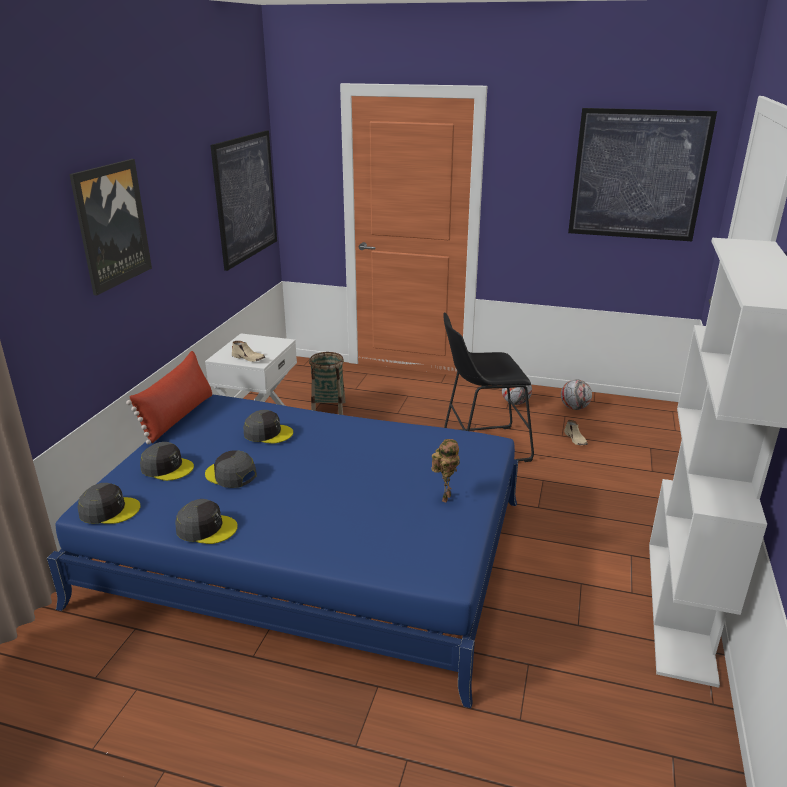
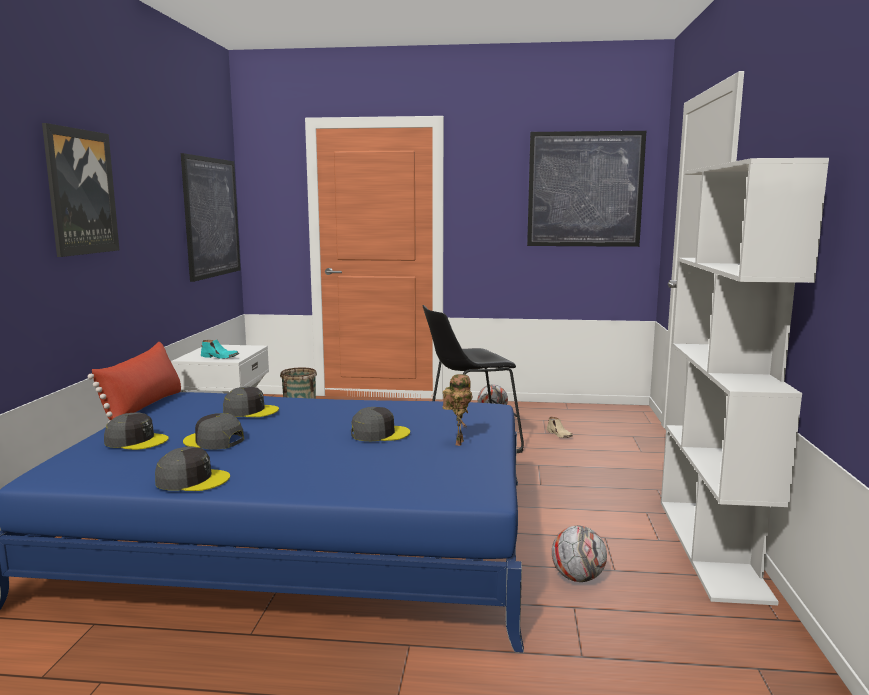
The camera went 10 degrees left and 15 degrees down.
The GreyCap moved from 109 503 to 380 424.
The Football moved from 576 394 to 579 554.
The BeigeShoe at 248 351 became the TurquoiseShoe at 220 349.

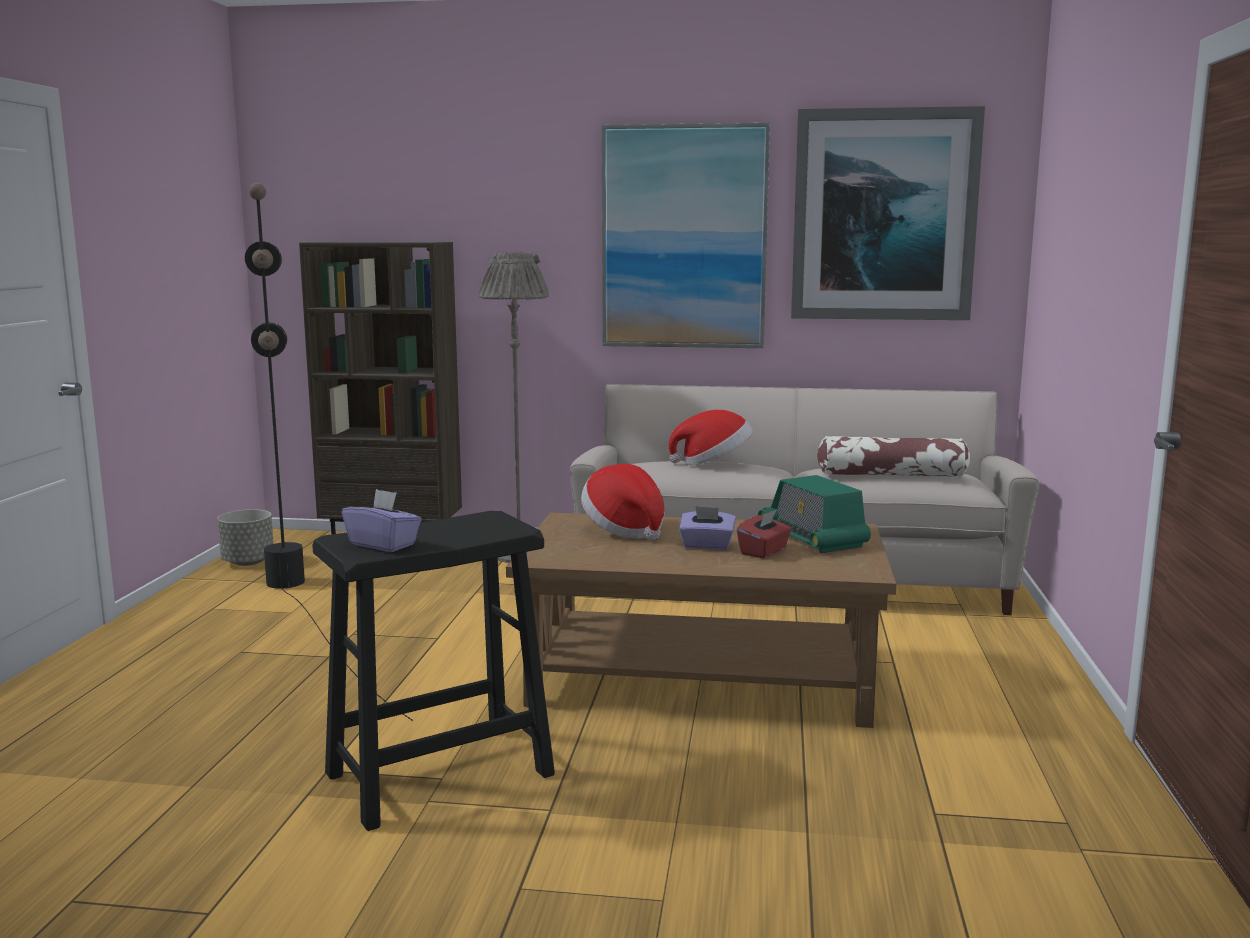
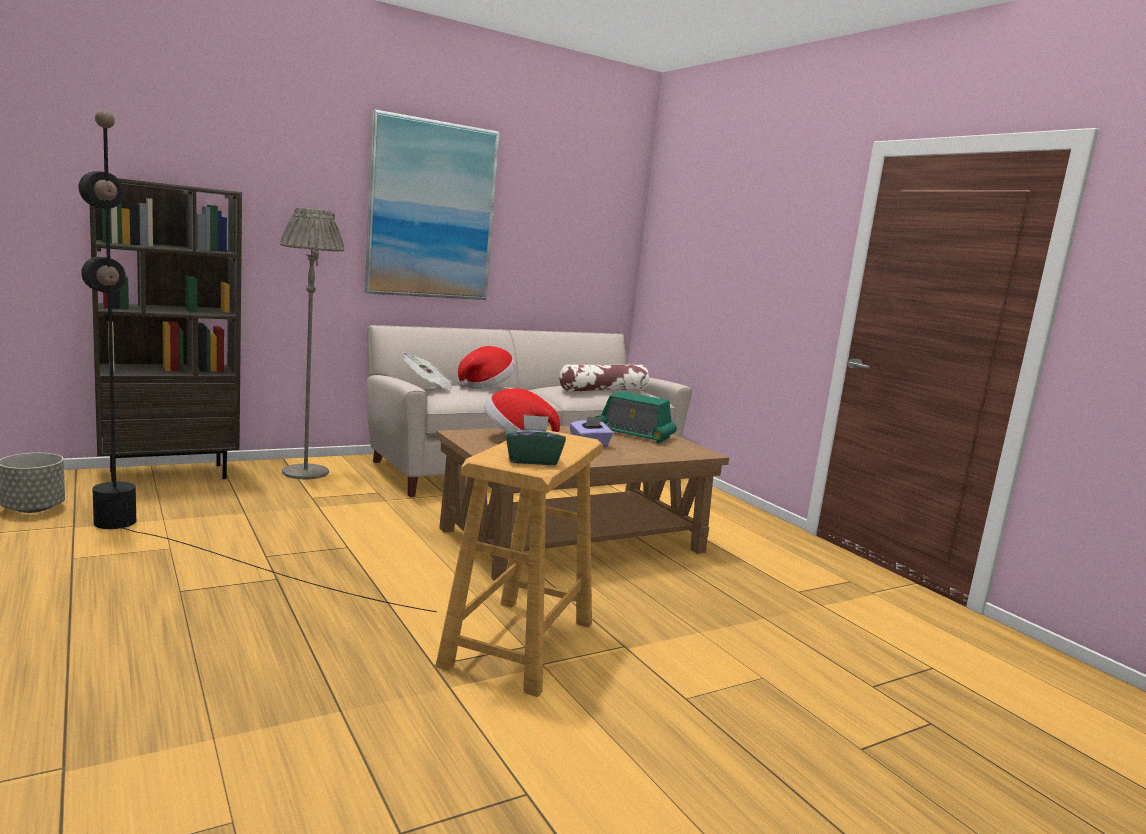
The camera went 40 degrees left and 0 degrees up.
The RedTissueBox at 764 534 disappeared.
The Picture at 888 213 disappeared.
The Newspaper at 427 371 appeared.
The BlackStool at 433 671 became the BeigeStool at 519 563.
The PurpleTissueBox at 382 520 became the GreenTissueBox at 535 440.

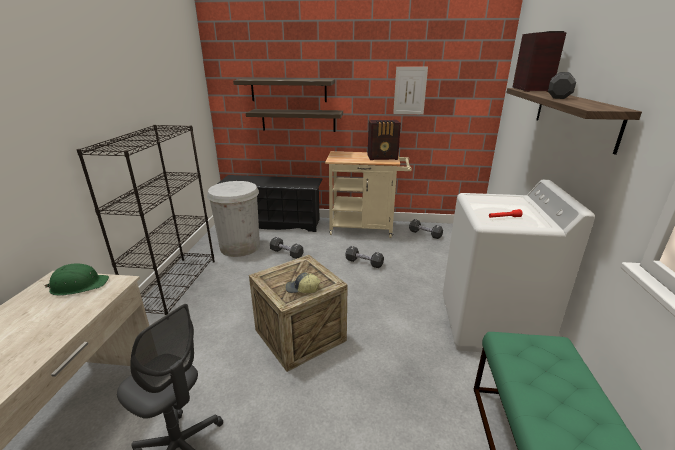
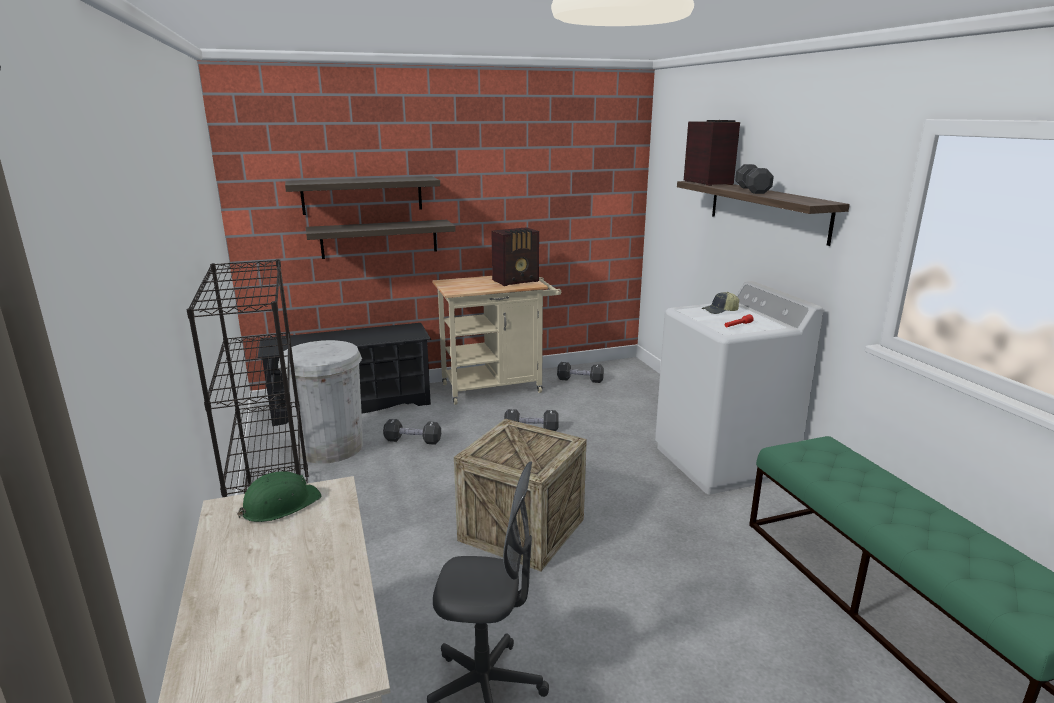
The camera went 25 degrees left and 5 degrees down.
The Picture at 410 90 disappeared.
The Cap moved from 302 282 to 720 303.

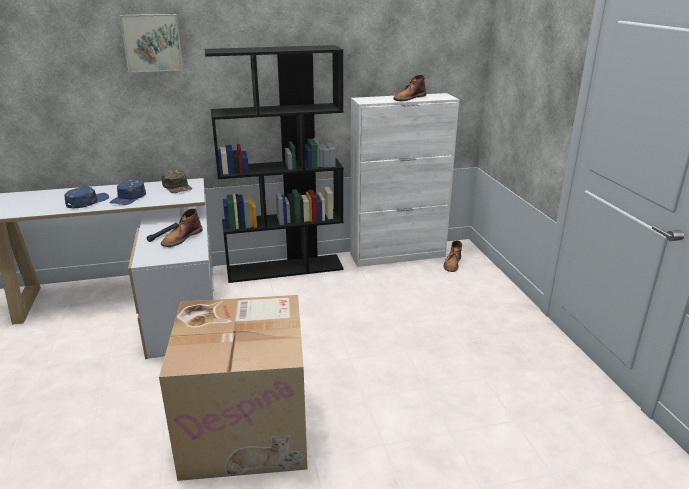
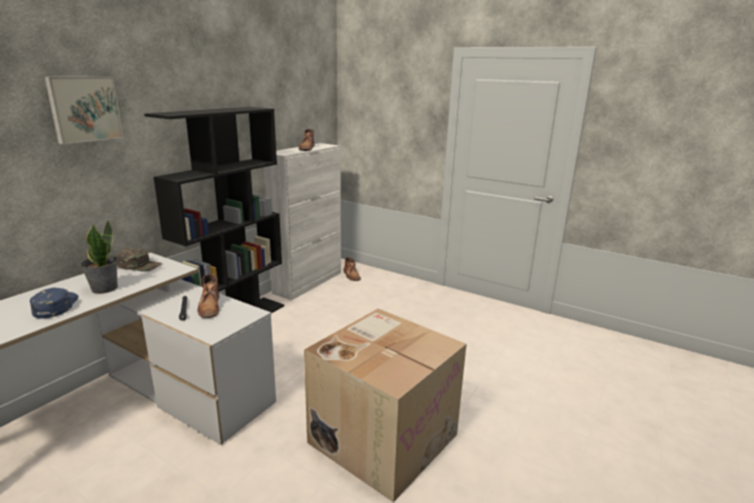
The camera went 45 degrees left and 5 degrees down.
The BlueCap at 127 192 was replaced by the PottedPlant at 99 257.

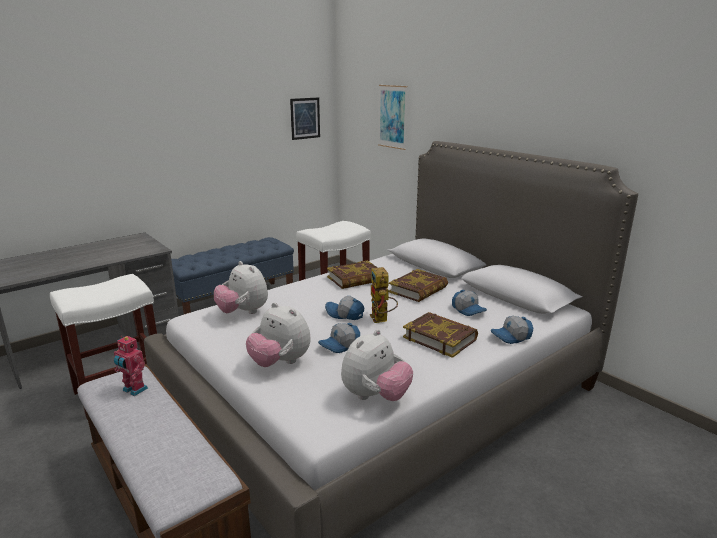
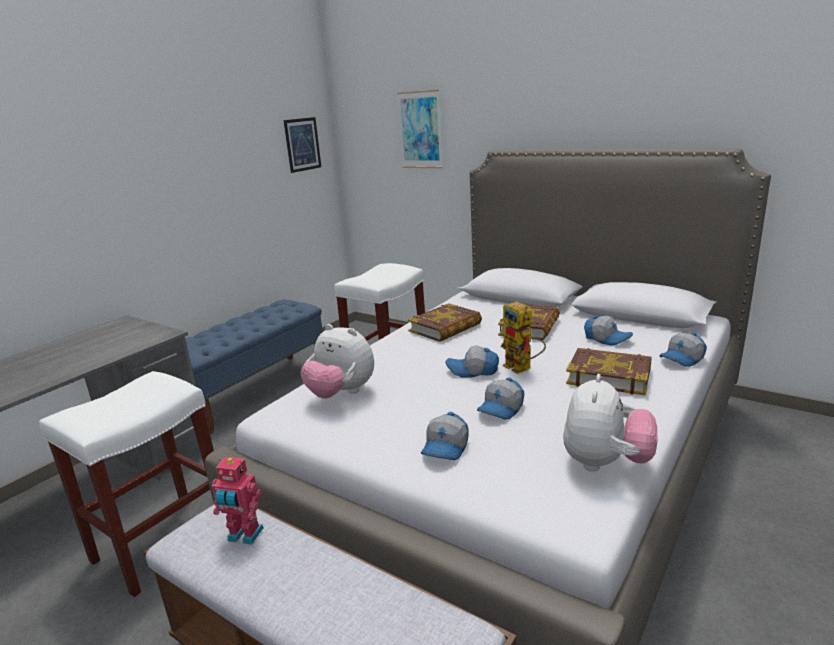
The camera went 15 degrees left and 0 degrees up.
The PlushToy at 278 334 was replaced by the Cap at 444 436.

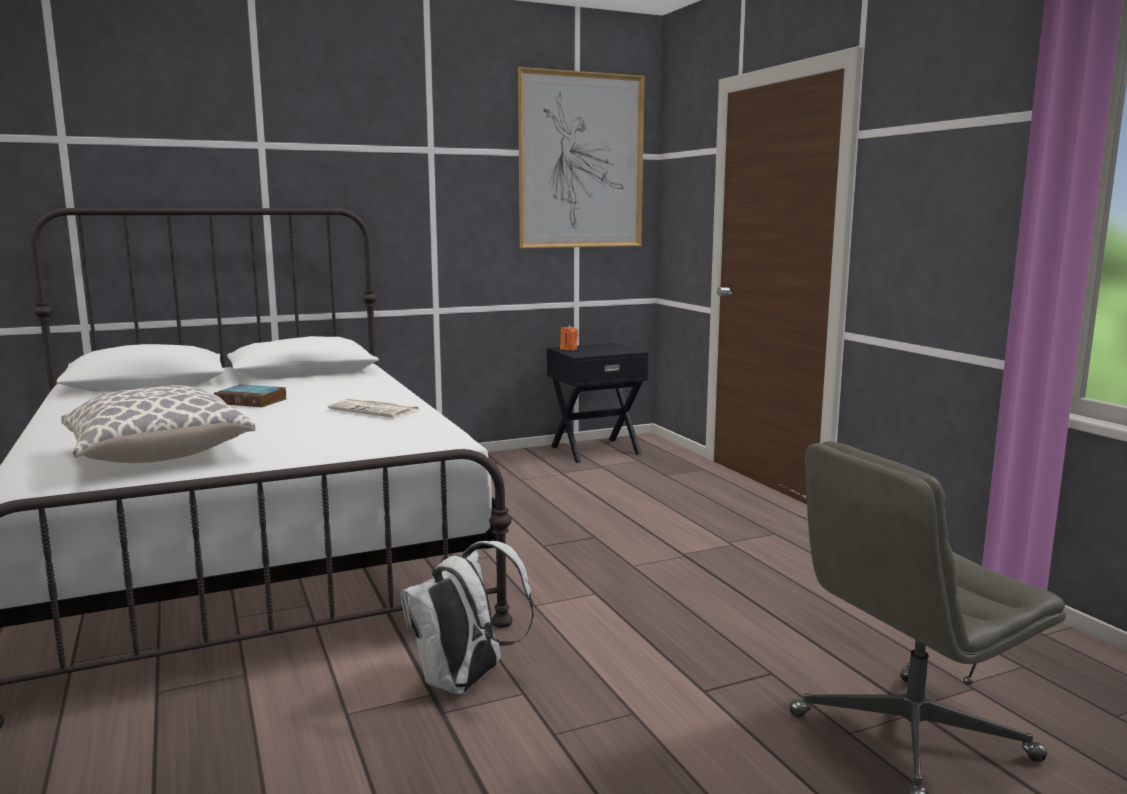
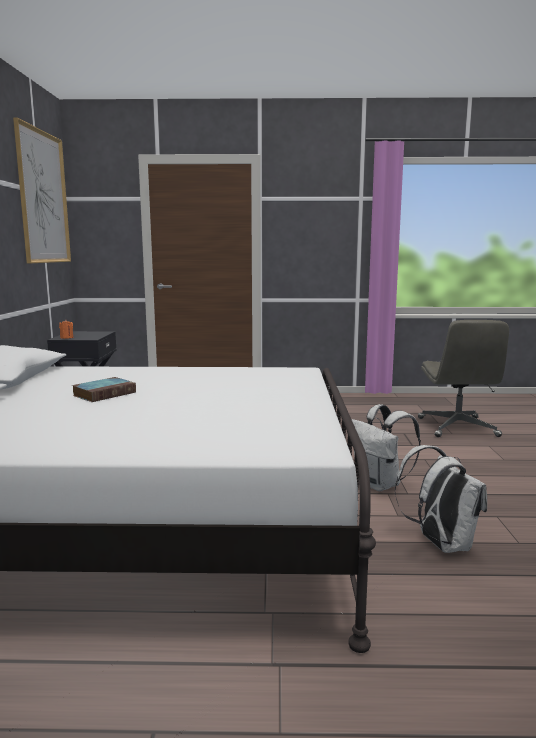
The camera went 65 degrees left and 0 degrees up.
The Pillow at 158 424 disappeared.
The Newspaper at 373 408 disappeared.
The WhiteBackpack at 441 499 appeared.

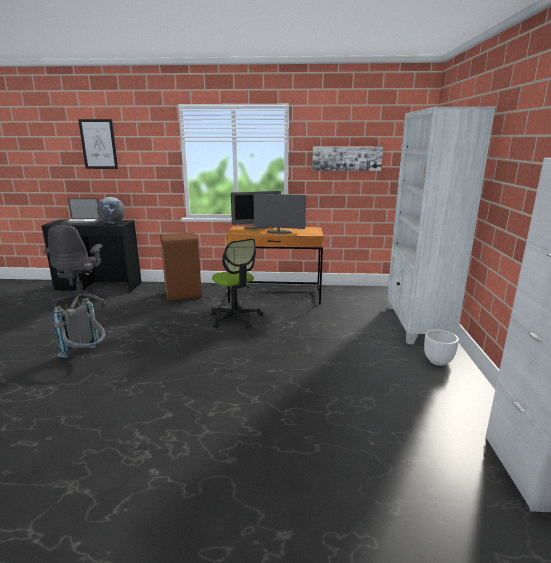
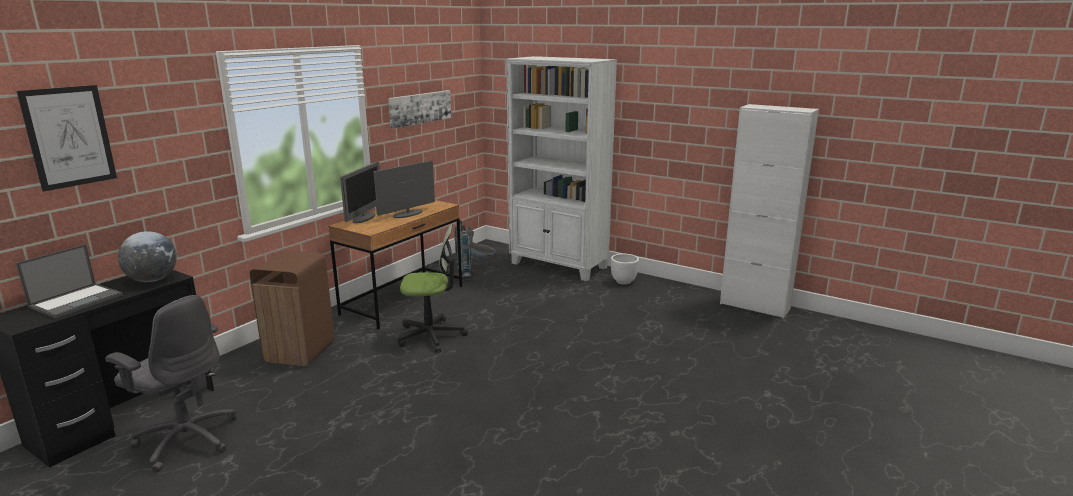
The camera went 60 degrees left and 0 degrees up.
The GreyBackpack moved from 78 326 to 475 248.

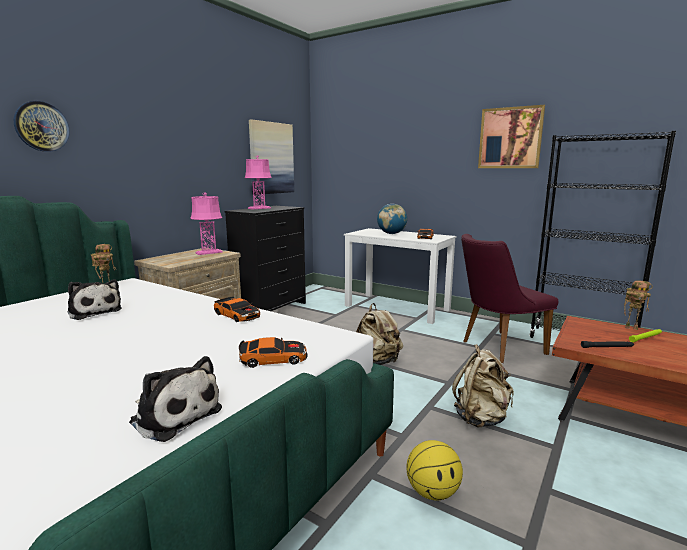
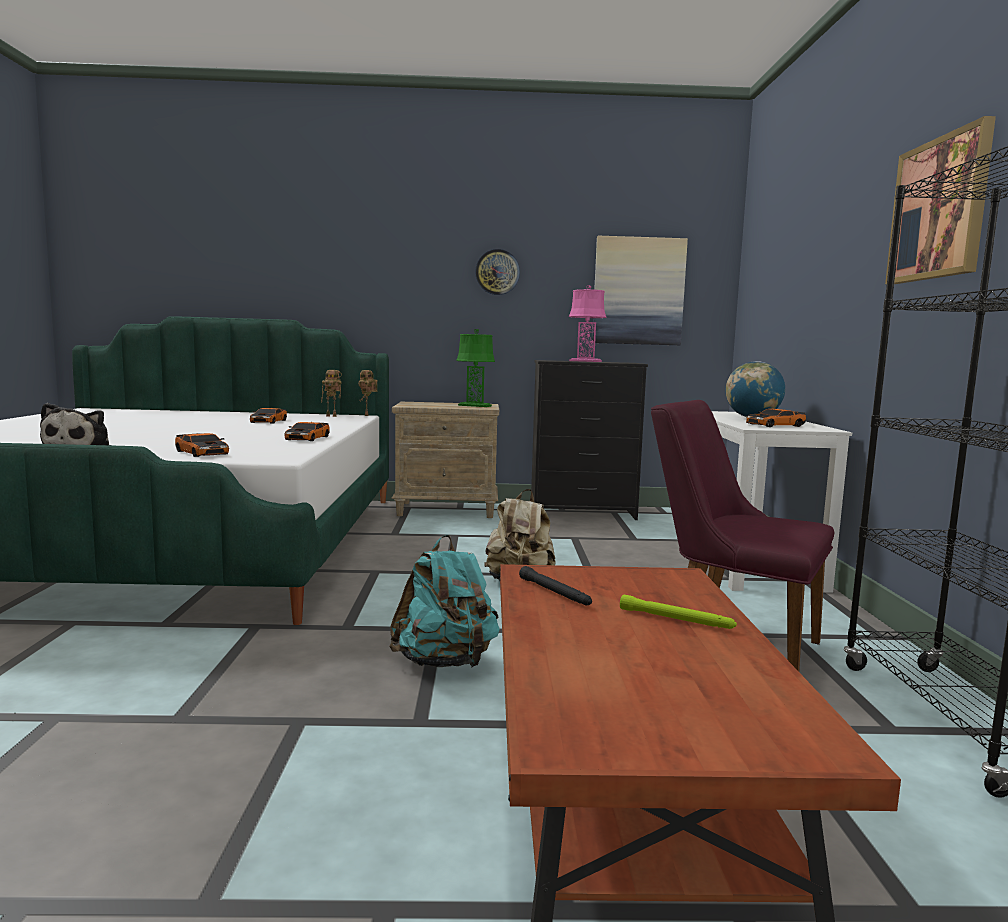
The camera went 55 degrees right and 5 degrees down.
The Basketball at 434 470 disappeared.
The WallClock moved from 41 126 to 497 272.
The ToyRobot moved from 638 305 to 368 393.
The PlushToy at 95 299 was replaced by the ToyCar at 268 416.
The PinkTableLamp at 206 223 became the GreenTableLamp at 475 368.
The BeigeBackpack at 483 386 became the TurquoiseBackpack at 444 601.

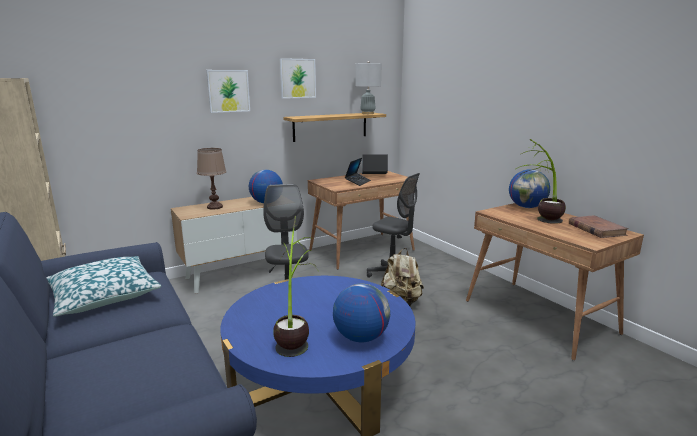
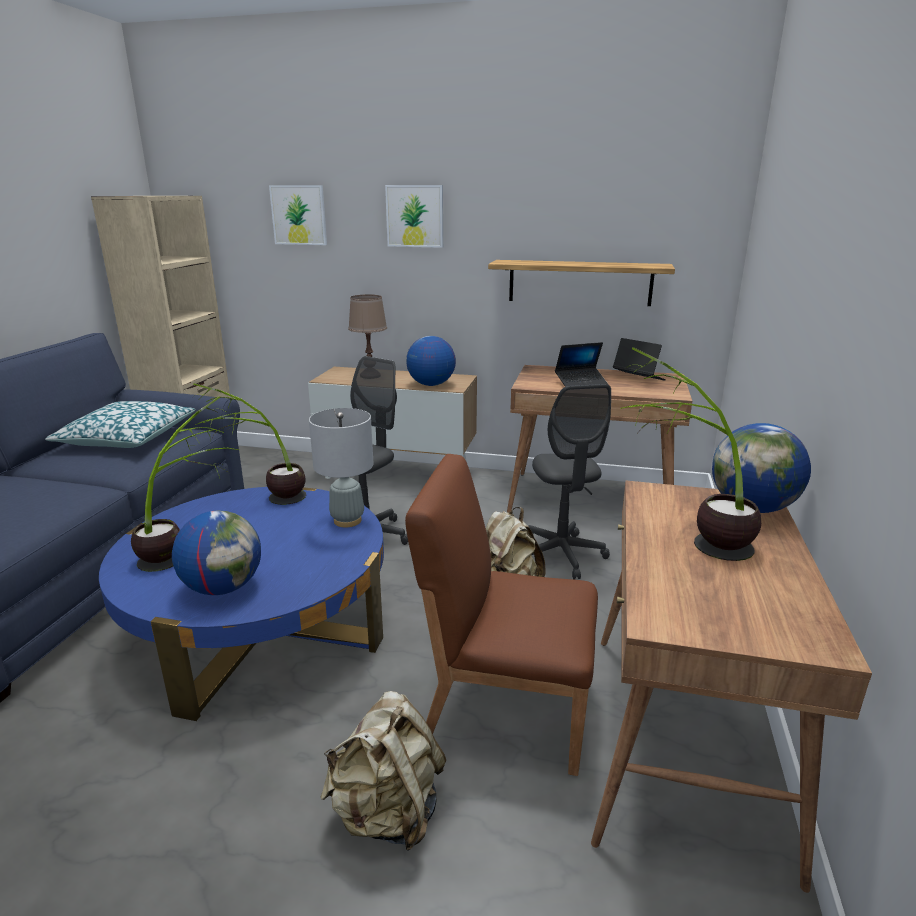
The camera went 45 degrees right and 5 degrees up.
The BrownBook at 598 227 disappeared.
The PottedPlant at 249 444 appeared.
The BeigeBackpack at 383 771 appeared.
The BrownChair at 501 615 appeared.
The Picture moved from 298 78 to 298 215.
The GreyTableLamp moved from 368 87 to 341 467.

